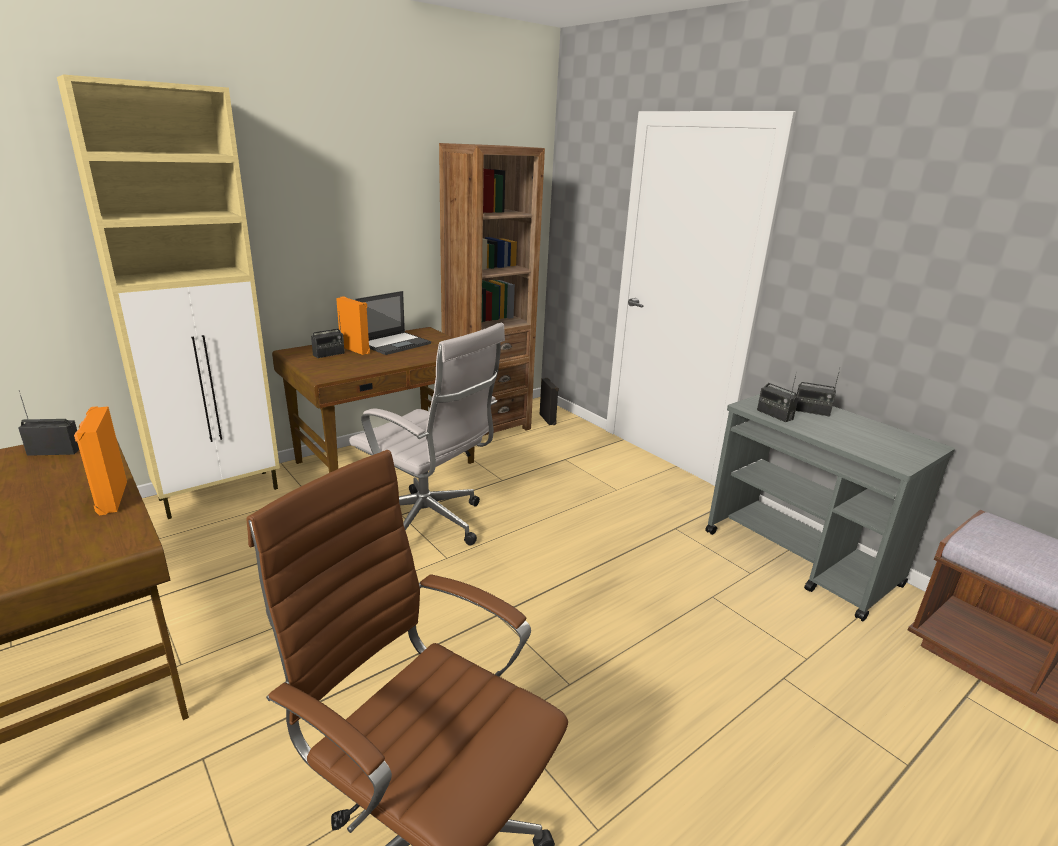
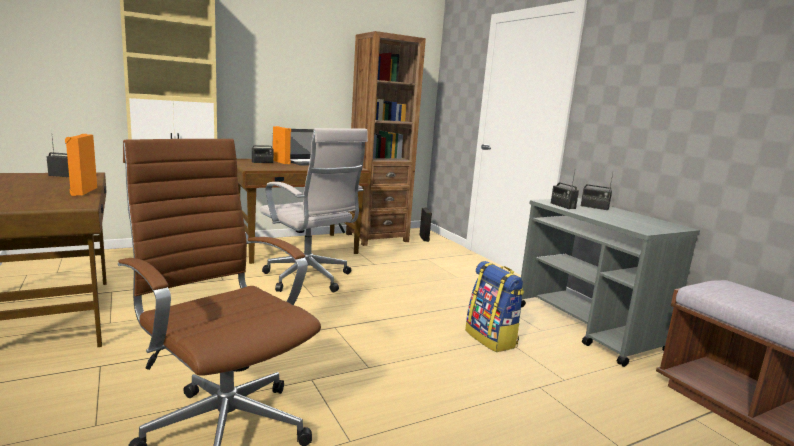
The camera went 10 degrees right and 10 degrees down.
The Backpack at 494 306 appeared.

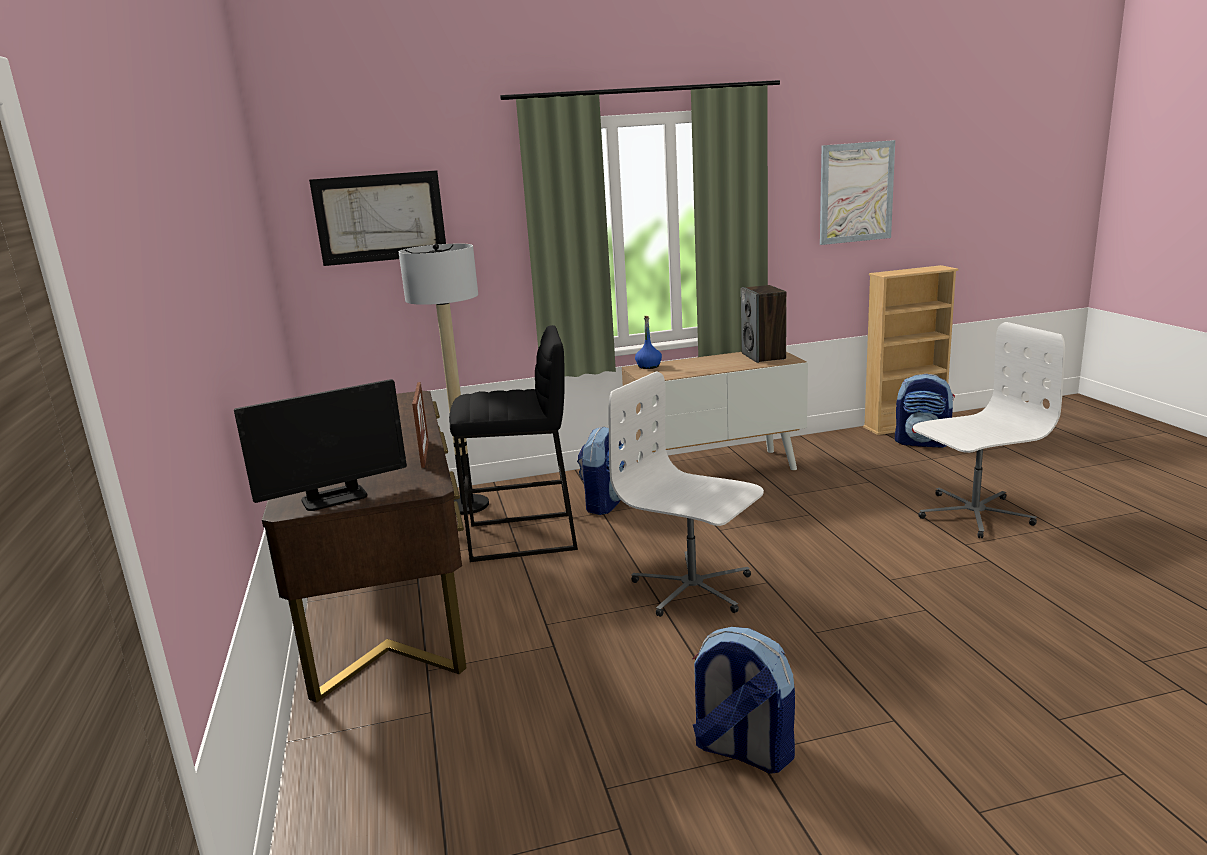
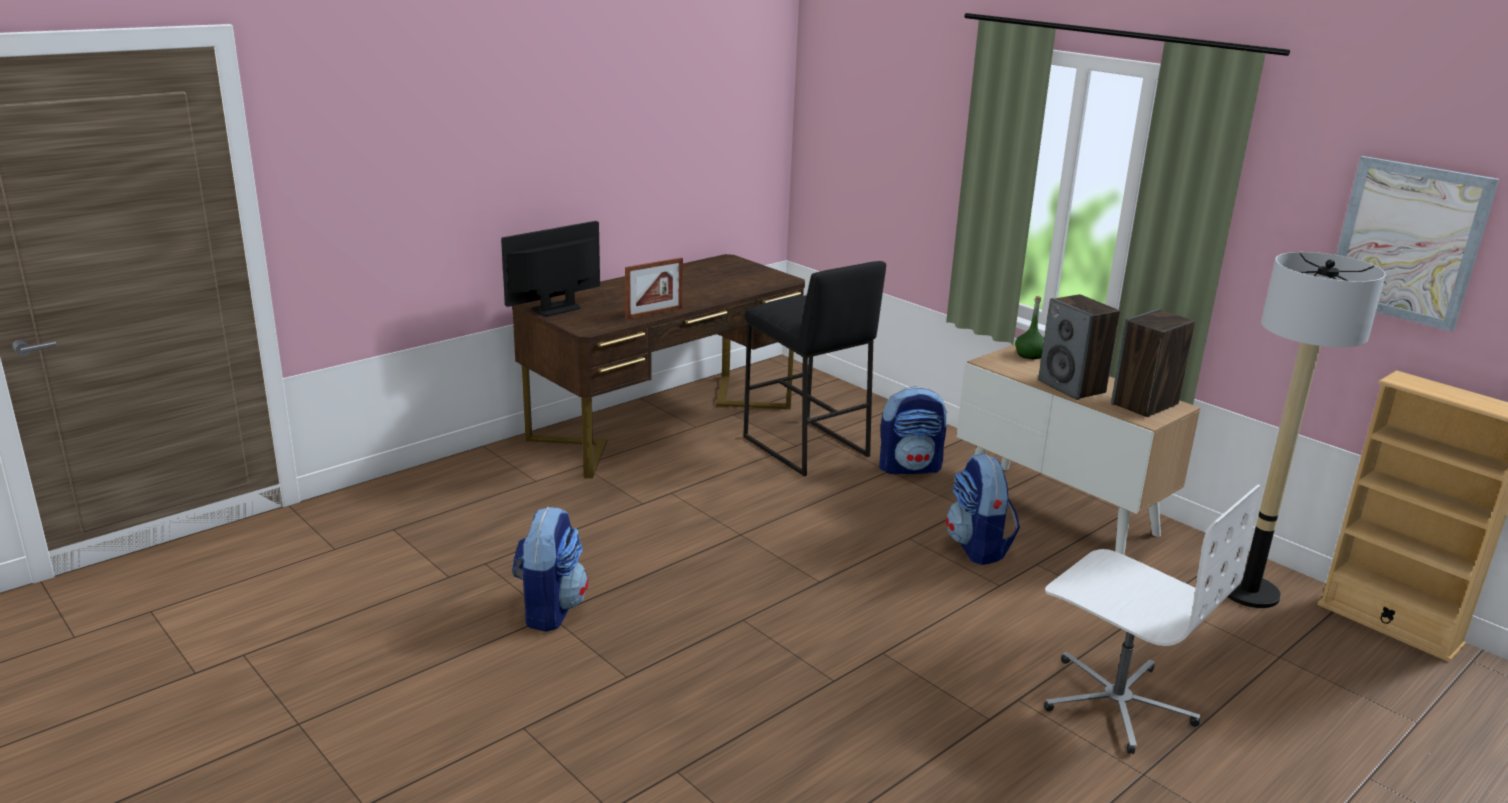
The camera went 60 degrees right and 5 degrees up.
The Picture at 377 218 disappeared.
The WhiteOfficeChair at 686 494 disappeared.
The Speaker at 1079 347 appeared.
The FloorLamp moved from 444 379 to 1307 430.
The Backpack moved from 925 411 to 983 509.
The BlueBottle at 648 342 became the GreenBottle at 1029 327.
The Monitor at 320 445 turned 105 degrees clockwise.

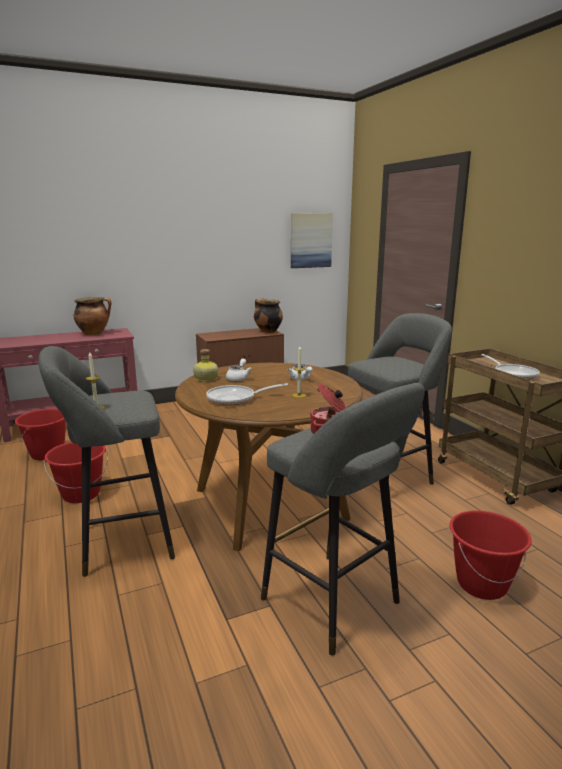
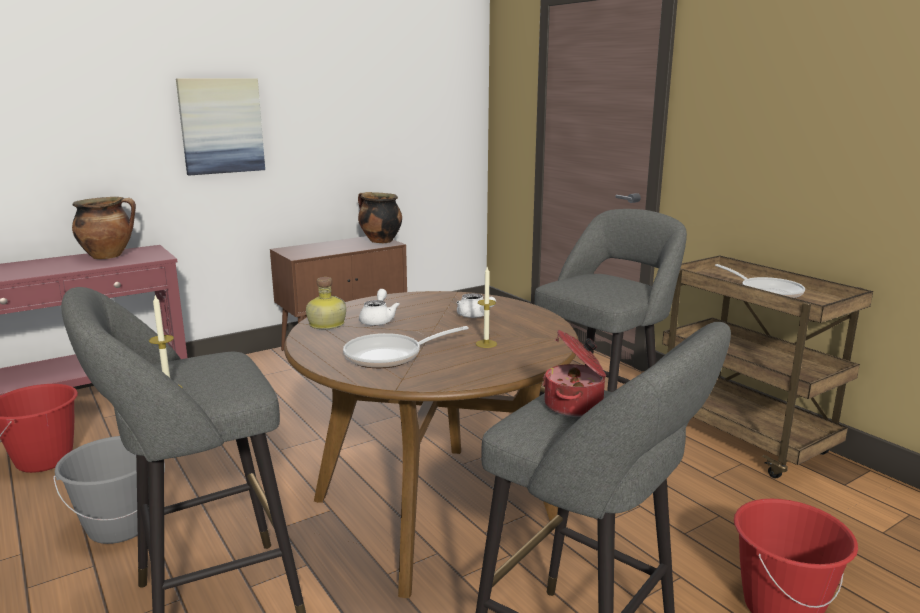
The camera went 10 degrees left and 0 degrees up.
The Picture moved from 312 240 to 220 127.
The RedBucket at 76 472 became the GreyBucket at 109 490.

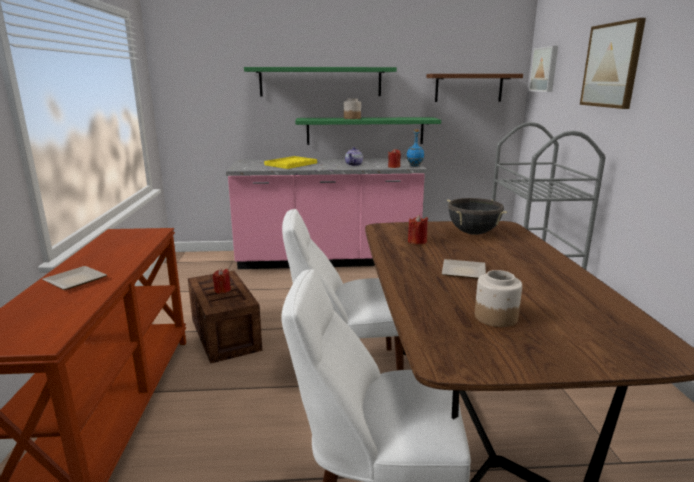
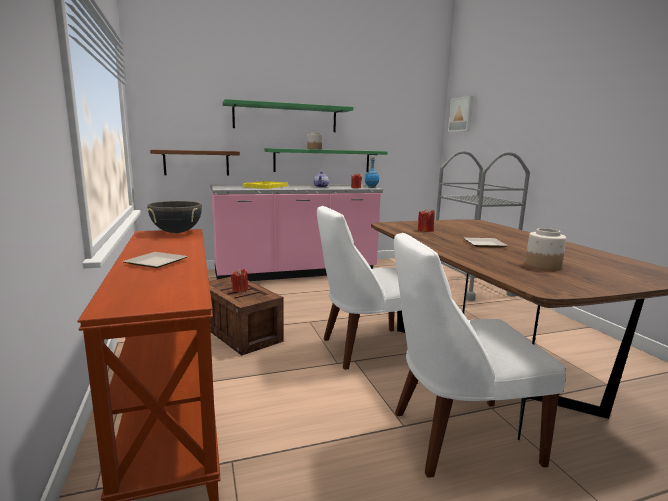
The camera went 15 degrees left and 5 degrees down.
The Picture at 613 63 disappeared.
The BrownShelf moved from 474 88 to 195 162.
The BlackCookingPot moved from 477 216 to 174 217.

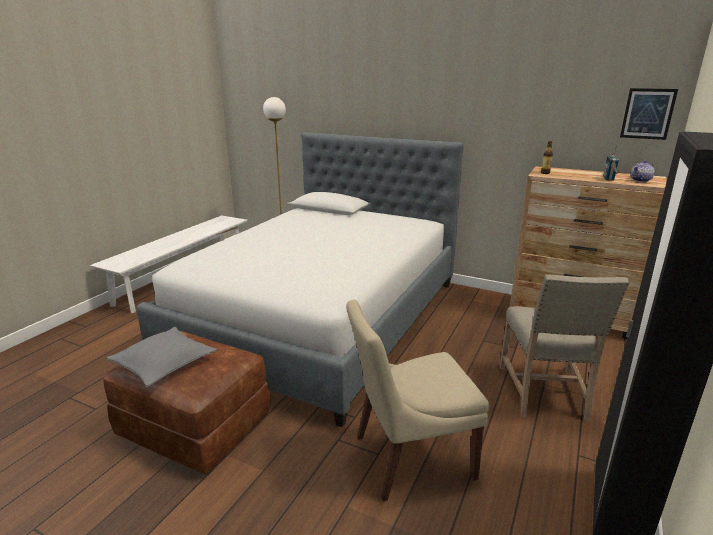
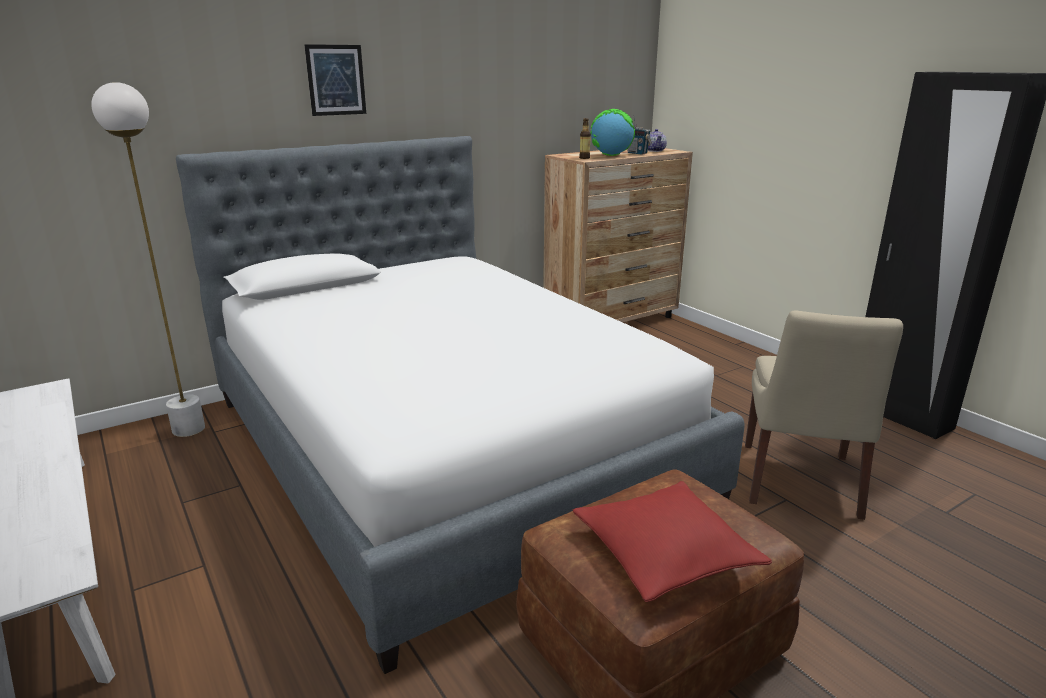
The camera went 60 degrees left and 0 degrees up.
The BeigeChair at 565 347 disappeared.
The Globe at 612 132 appeared.
The Picture moved from 649 114 to 335 80.
The GreyPillow at 161 357 became the RedPillow at 672 541.

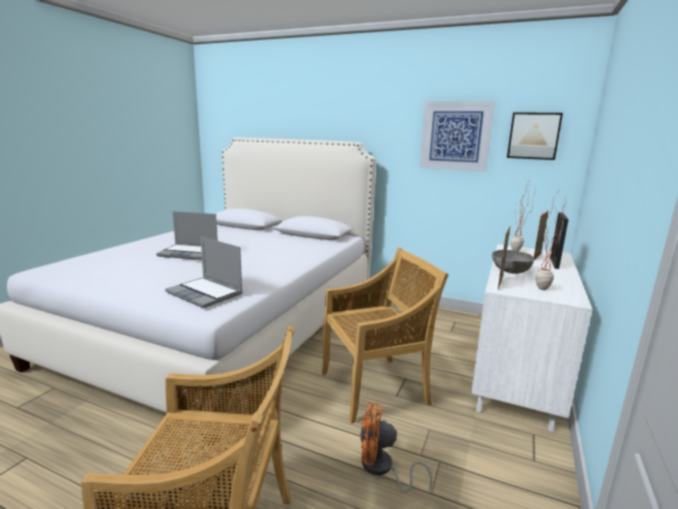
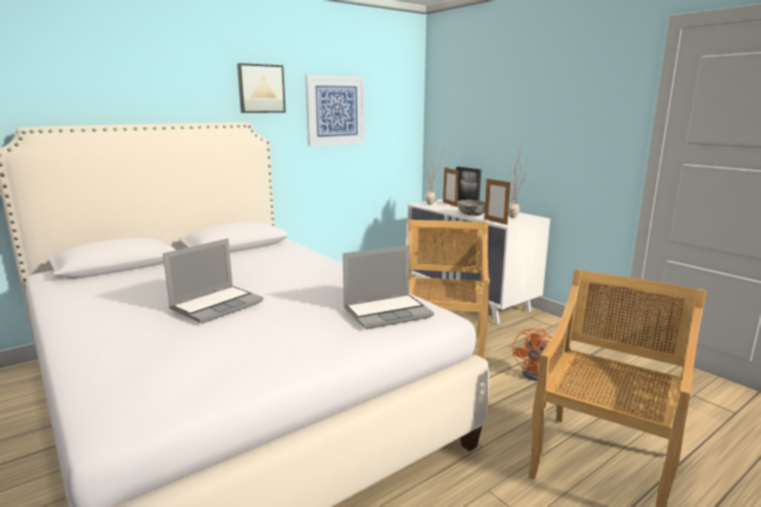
The camera went 60 degrees left and 0 degrees up.
The Picture moved from 535 136 to 261 88.

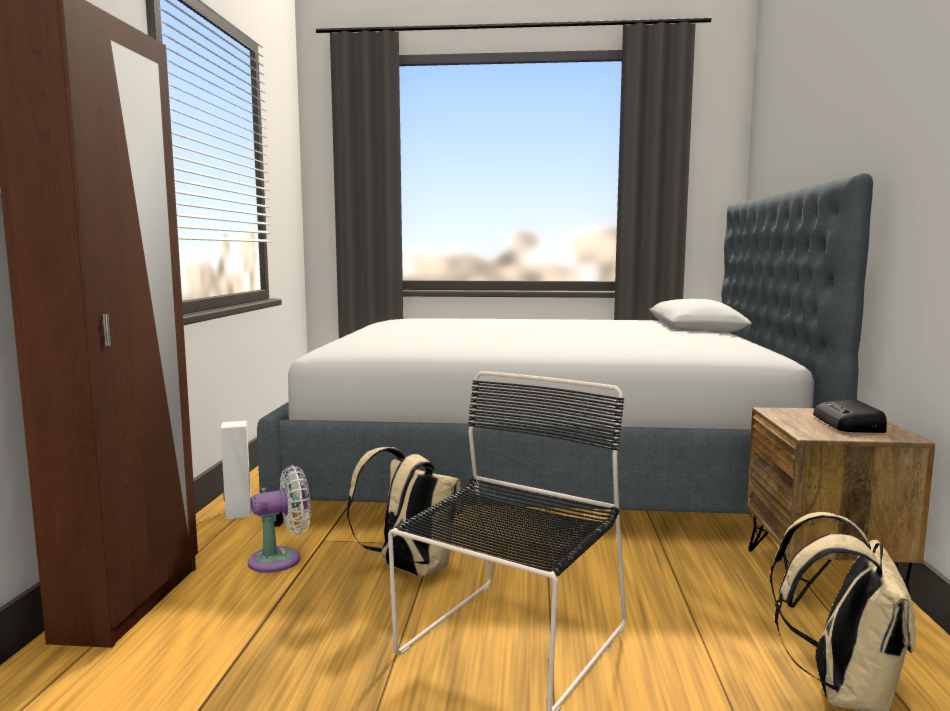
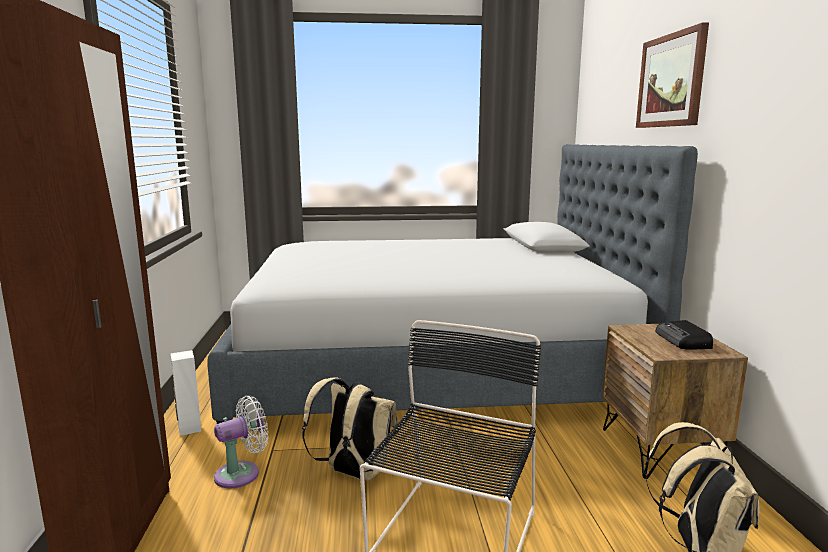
The camera went 10 degrees left and 5 degrees up.
The Picture at 672 75 appeared.

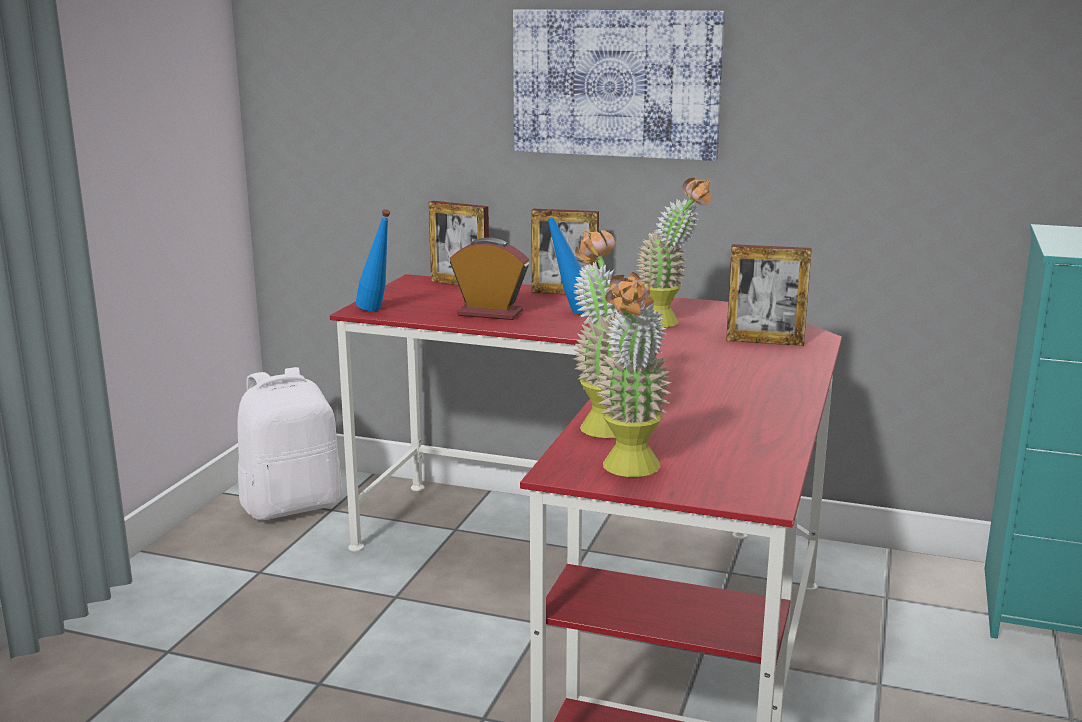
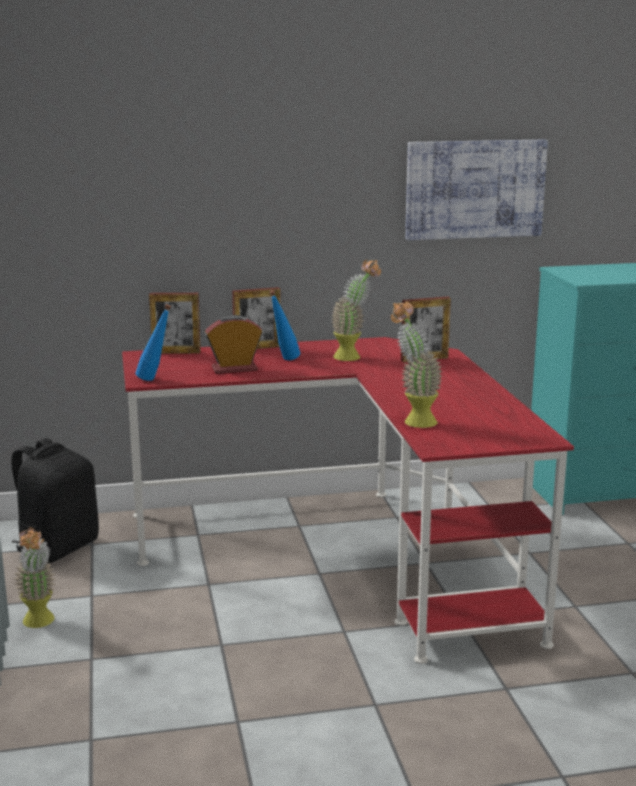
The camera went 30 degrees left and 0 degrees up.
The Picture moved from 619 85 to 476 190.
The PottedPlant moved from 633 374 to 34 577.
The WhiteBackpack at 290 443 became the BlackBackpack at 55 501.

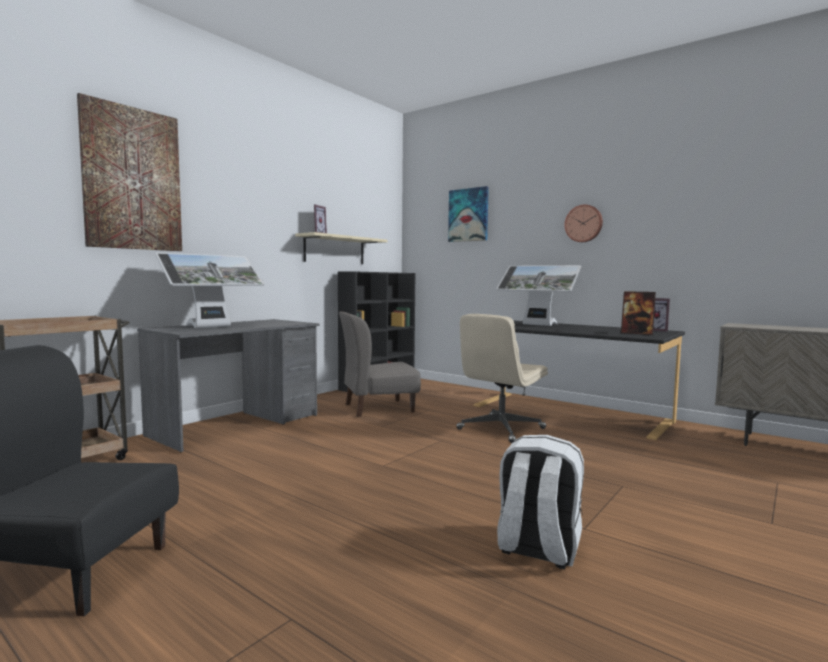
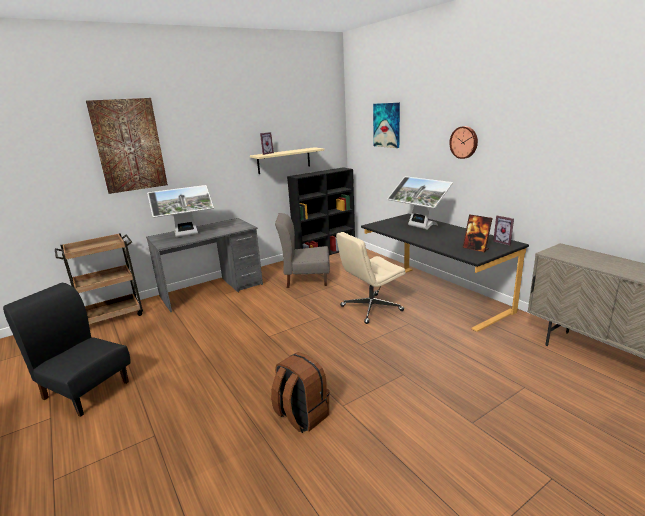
The camera went 20 degrees right and 15 degrees up.
The WhiteBackpack at 540 502 became the BrownBackpack at 300 392.

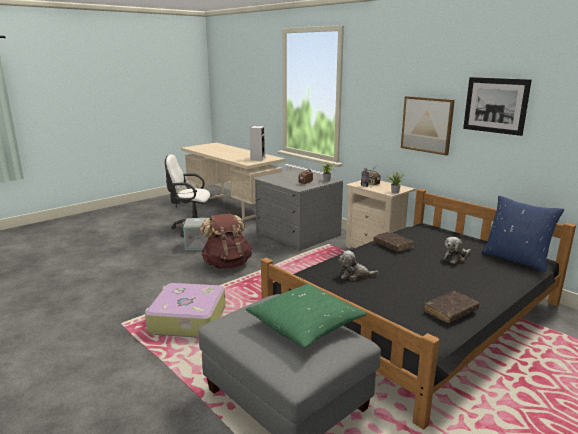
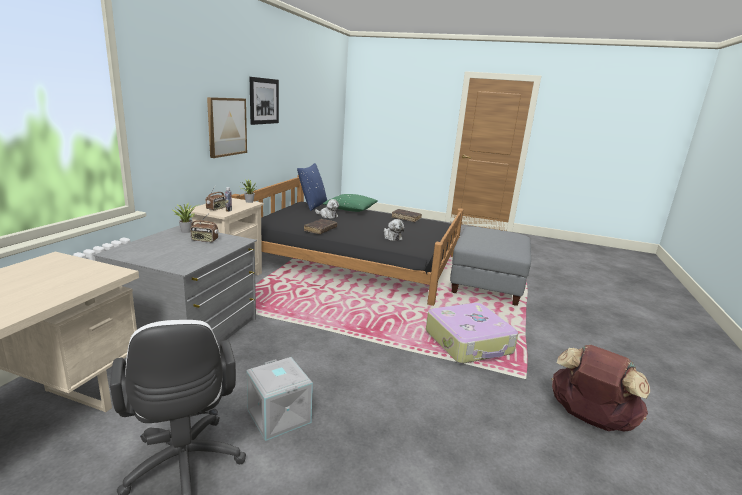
The camera went 120 degrees left and 0 degrees up.
The Speaker at 257 143 disappeared.
The BrownBackpack moved from 226 241 to 600 388.
The GreenPillow moved from 306 316 to 350 203.

